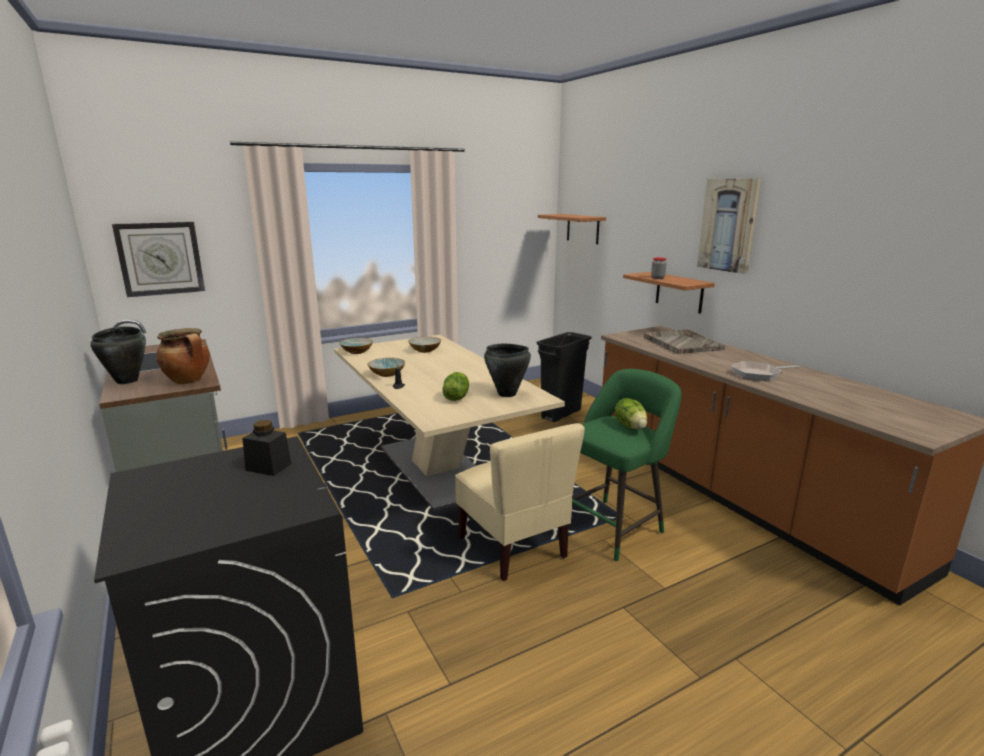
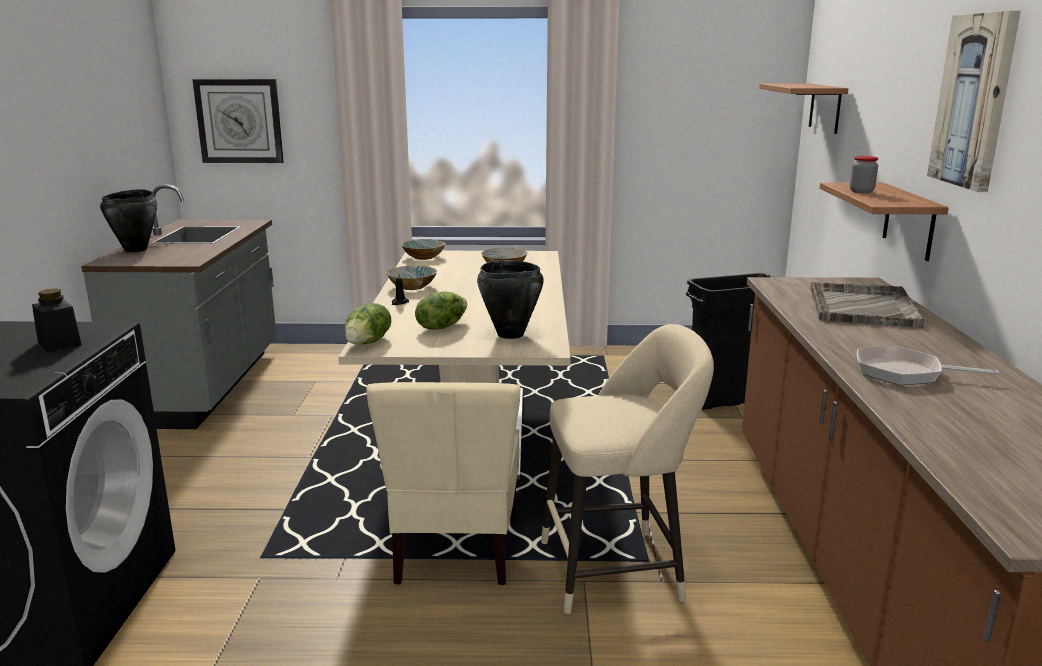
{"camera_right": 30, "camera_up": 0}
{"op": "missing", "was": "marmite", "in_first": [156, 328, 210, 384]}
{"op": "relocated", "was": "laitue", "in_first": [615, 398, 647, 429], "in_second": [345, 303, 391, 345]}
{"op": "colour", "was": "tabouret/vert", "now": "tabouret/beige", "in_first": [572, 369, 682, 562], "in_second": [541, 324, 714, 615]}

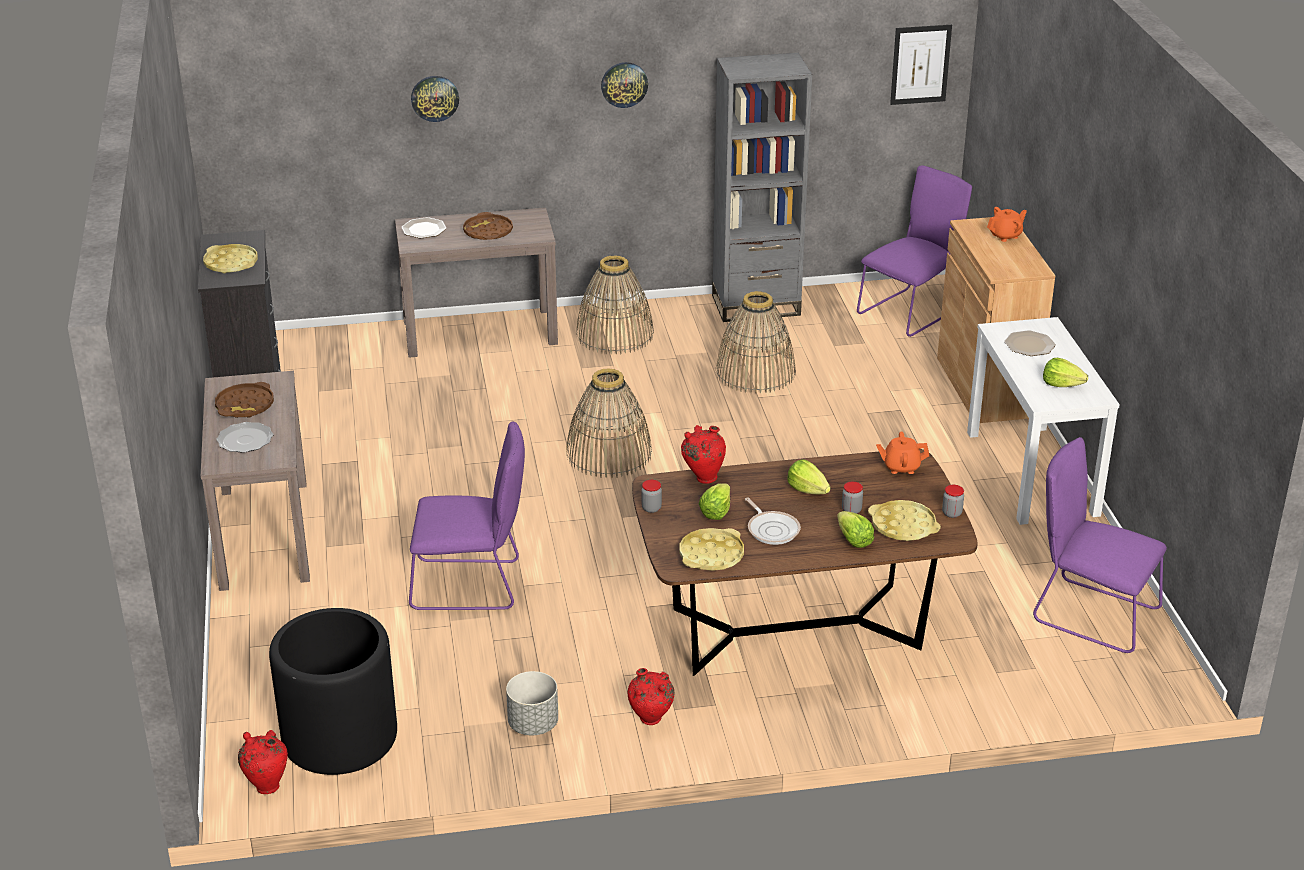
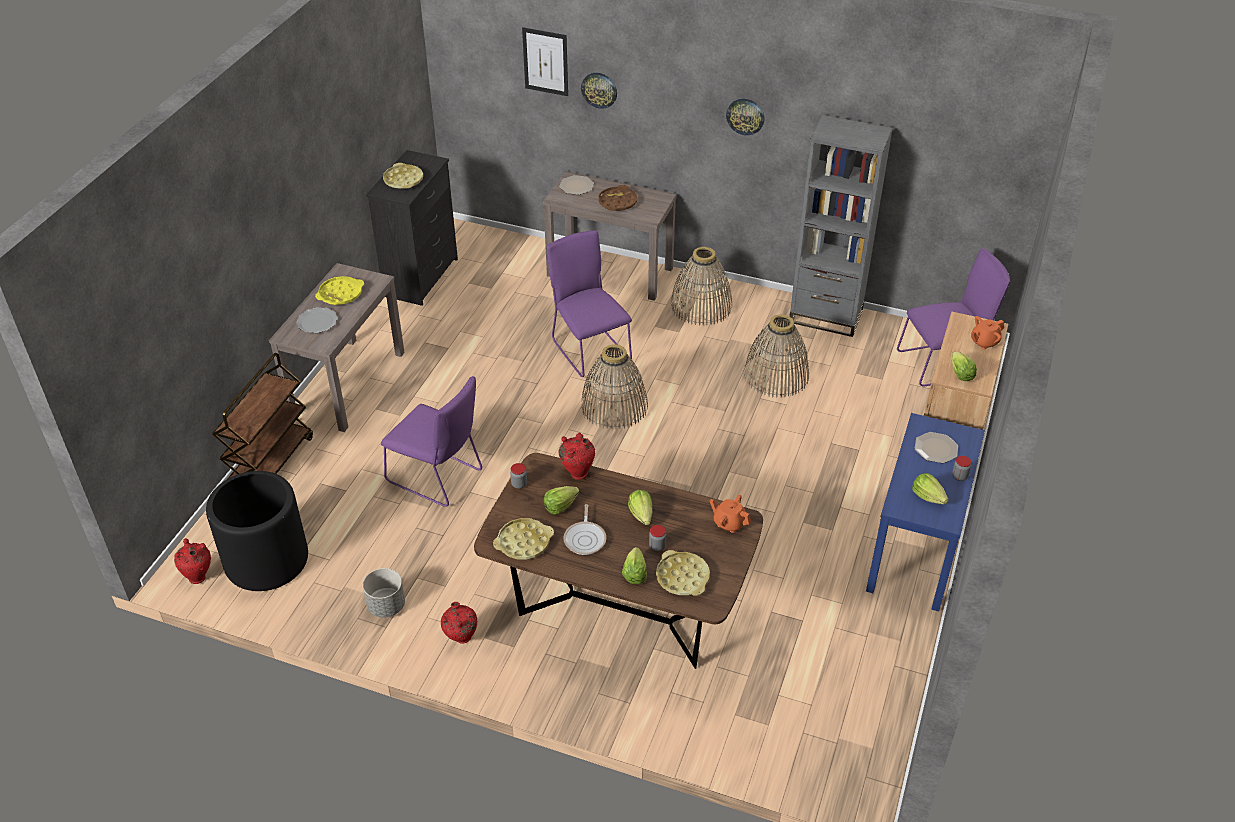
{"camera_right": 30, "camera_up": 10}
{"op": "appeared", "now": "chariot/marron", "in_second": [213, 353, 313, 479]}
{"op": "appeared", "now": "laitue", "in_second": [952, 351, 977, 381]}
{"op": "relocated", "was": "tableau", "in_first": [890, 25, 952, 105], "in_second": [522, 27, 568, 96]}
{"op": "relocated", "was": "bocal", "in_first": [942, 485, 964, 518], "in_second": [952, 456, 971, 481]}
{"op": "relocated", "was": "chaise/violet", "in_first": [1033, 437, 1167, 653], "in_second": [547, 230, 632, 377]}
{"op": "colour", "was": "plateau/marron", "now": "plateau/jaune", "in_first": [215, 382, 274, 418], "in_second": [315, 276, 364, 305]}
{"op": "colour", "was": "table console/blanc", "now": "table console/bleu", "in_first": [967, 317, 1120, 525], "in_second": [866, 413, 985, 612]}
{"op": "spun", "was": "théière/orange", "in_first": [987, 207, 1027, 242], "in_second": [971, 316, 1004, 349], "clockwise": 150}

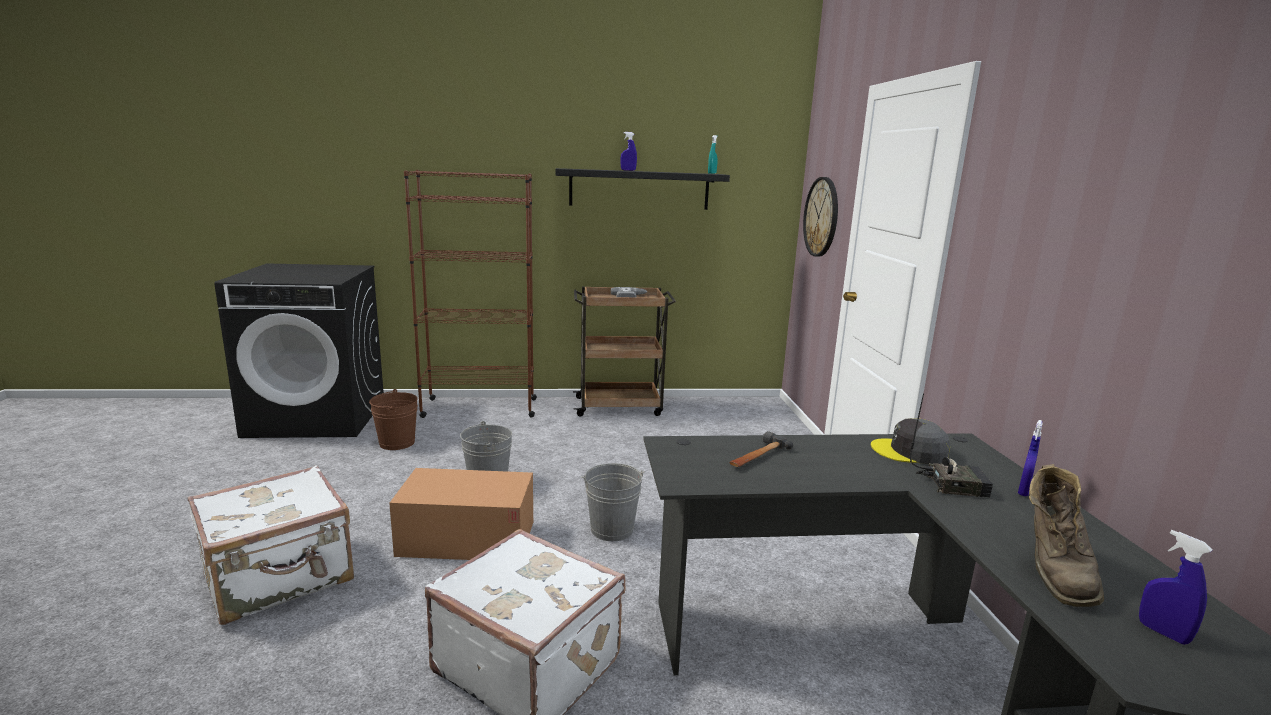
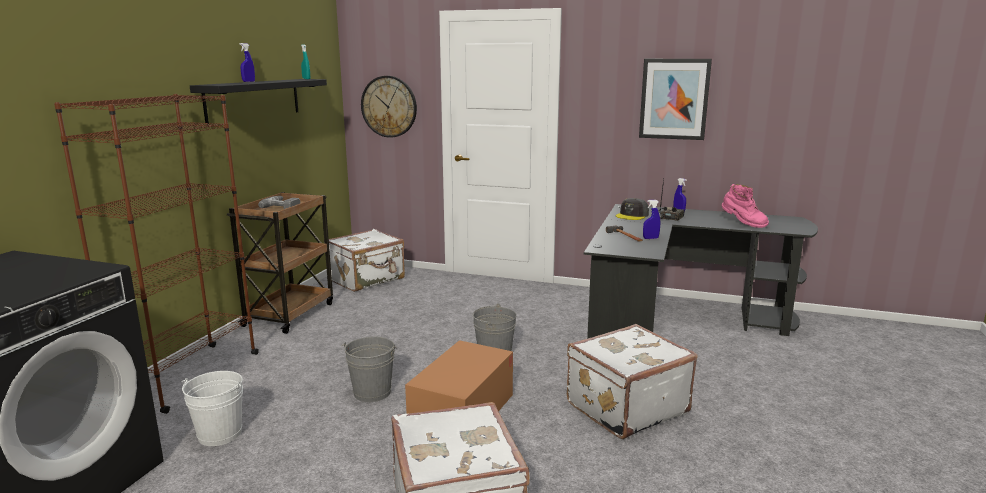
{"camera_right": -65, "camera_up": 0}
{"op": "appeared", "now": "valise/blanc", "in_second": [329, 229, 405, 292]}
{"op": "appeared", "now": "tableau", "in_second": [639, 59, 712, 140]}
{"op": "relocated", "was": "vaporisateur/bleu", "in_first": [1139, 530, 1212, 645], "in_second": [643, 200, 660, 239]}
{"op": "colour", "was": "seau/marron", "now": "seau/blanc", "in_first": [369, 389, 418, 450], "in_second": [182, 371, 243, 446]}
{"op": "colour", "was": "botte/marron", "now": "botte/rose", "in_first": [1029, 464, 1104, 607], "in_second": [722, 184, 769, 228]}

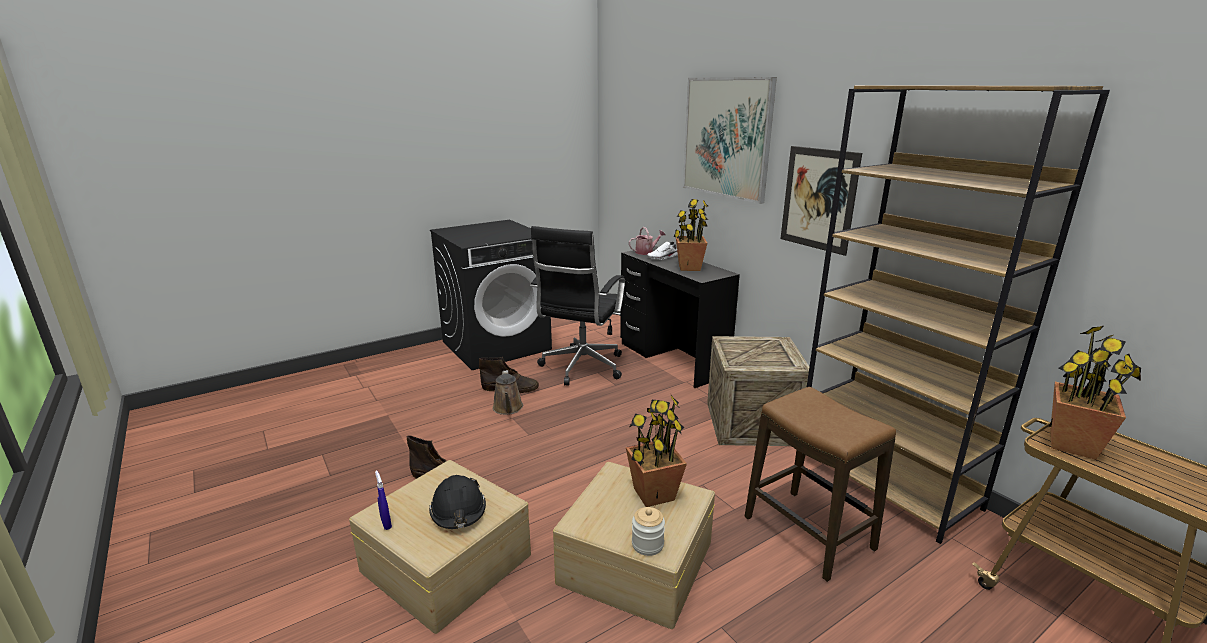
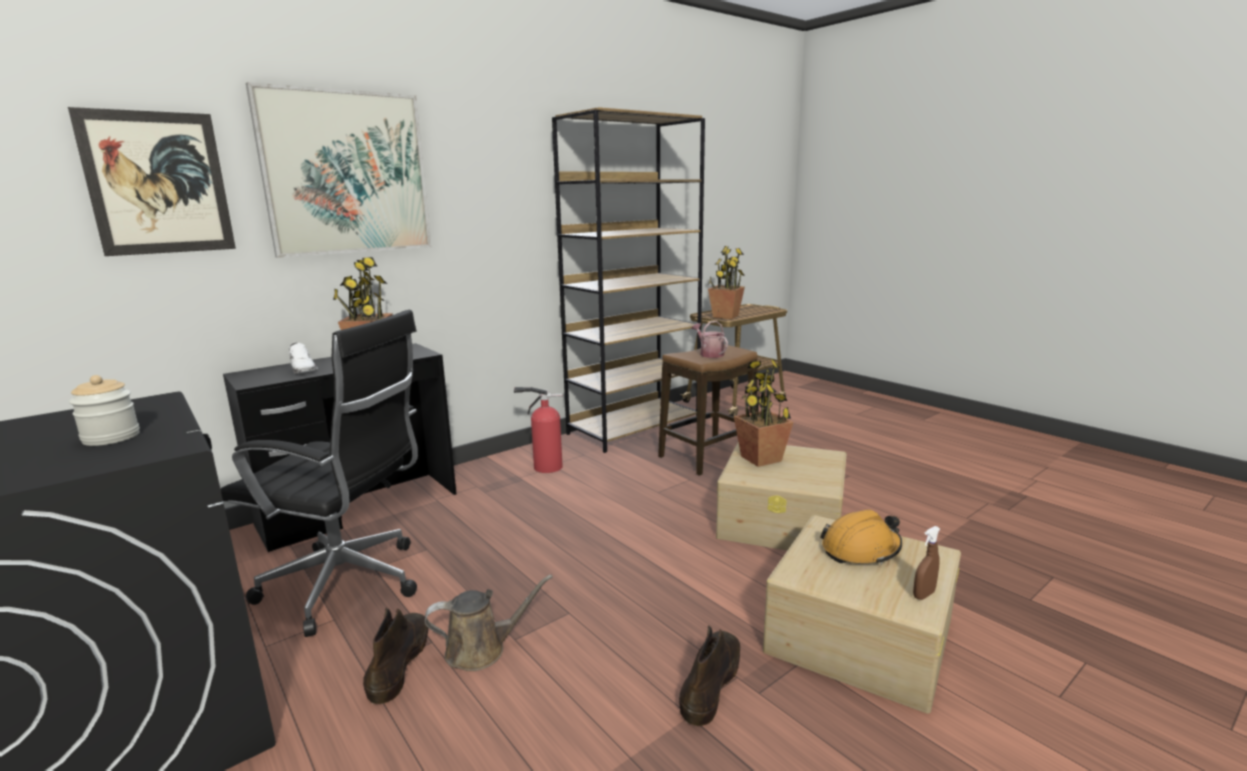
{"camera_right": -95, "camera_up": -5}
{"op": "relocated", "was": "arrosoir", "in_first": [629, 227, 666, 255], "in_second": [692, 321, 728, 358]}
{"op": "relocated", "was": "bocal", "in_first": [632, 507, 665, 556], "in_second": [69, 375, 140, 446]}
{"op": "relocated", "was": "tableau", "in_first": [781, 146, 862, 256], "in_second": [68, 107, 236, 256]}
{"op": "exchanged", "was": "caisse", "now": "extincteur", "in_first": [707, 336, 809, 446], "in_second": [514, 387, 563, 473]}
{"op": "colour", "was": "vaporisateur/bleu", "now": "vaporisateur/marron", "in_first": [375, 471, 392, 530], "in_second": [913, 526, 940, 600]}
{"op": "colour", "was": "casque de chantier/noir", "now": "casque de chantier/orange", "in_first": [429, 475, 486, 529], "in_second": [820, 509, 902, 565]}

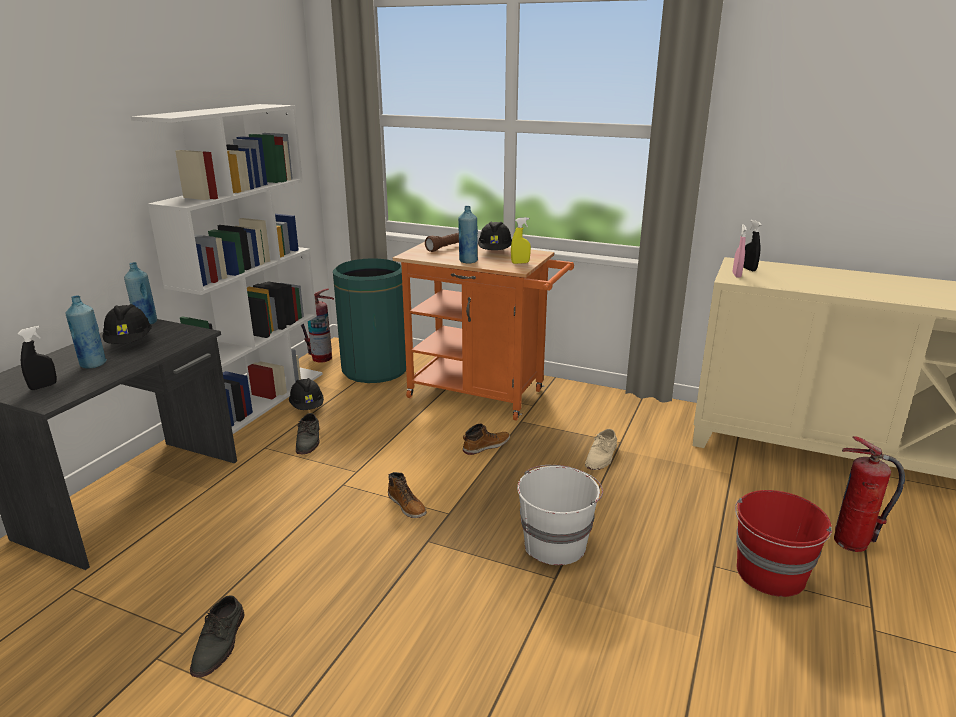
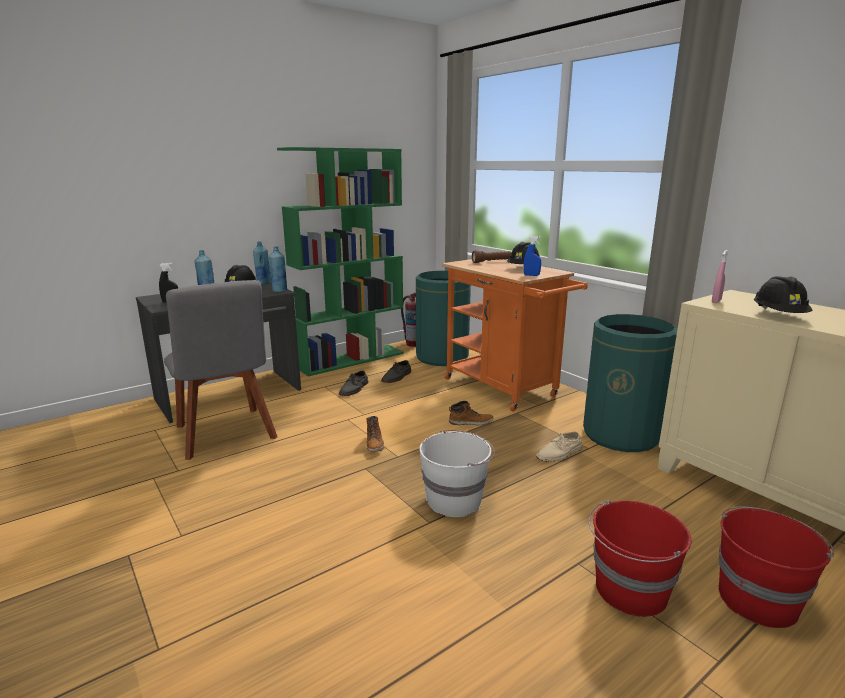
{"camera_right": 30, "camera_up": -5}
{"op": "missing", "was": "vaporisateur/noir", "in_first": [743, 220, 762, 271]}
{"op": "appeared", "now": "chaise/gris", "in_second": [164, 280, 277, 460]}
{"op": "appeared", "now": "poubelle/vert", "in_second": [583, 314, 677, 452]}
{"op": "relocated", "was": "chaussure/gris", "in_first": [190, 595, 245, 677], "in_second": [381, 360, 411, 383]}
{"op": "relocated", "was": "casque de chantier/noir", "in_first": [289, 378, 324, 410], "in_second": [754, 276, 812, 313]}
{"op": "relocated", "was": "bouteille/bleu", "in_first": [458, 206, 478, 264], "in_second": [269, 247, 287, 293]}
{"op": "exchanged", "was": "extincteur", "now": "seau/rouge", "in_first": [834, 436, 905, 552], "in_second": [718, 507, 834, 628]}
{"op": "colour", "was": "bibliothèque/blanc", "now": "bibliothèque/vert", "in_first": [131, 104, 323, 434], "in_second": [277, 147, 404, 376]}
{"op": "colour", "was": "vaporisateur/jaune", "now": "vaporisateur/bleu", "in_first": [511, 217, 531, 264], "in_second": [523, 236, 541, 276]}

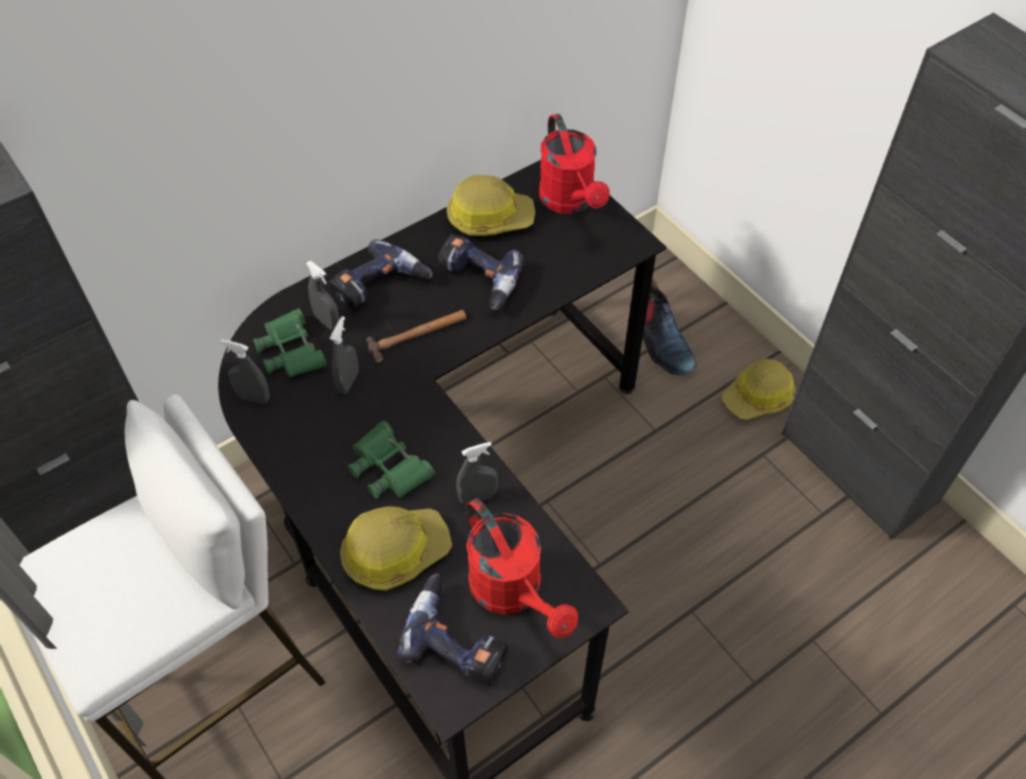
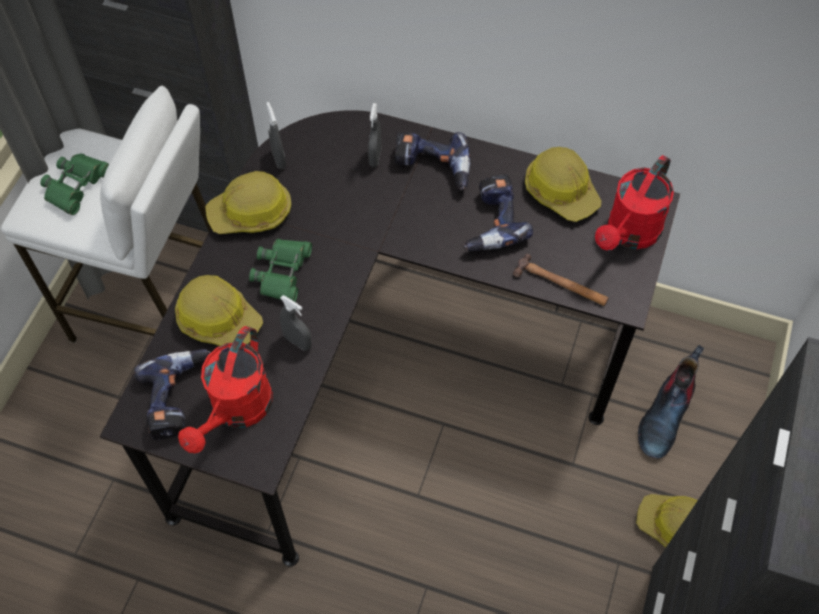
{"camera_right": 55, "camera_up": 5}
{"op": "missing", "was": "vaporisateur/gris", "in_first": [330, 316, 359, 394]}
{"op": "appeared", "now": "casque de chantier", "in_second": [205, 171, 292, 234]}
{"op": "relocated", "was": "jumelles/vert", "in_first": [253, 308, 327, 378], "in_second": [40, 154, 109, 215]}
{"op": "relocated", "was": "marteau", "in_first": [366, 310, 467, 363], "in_second": [513, 254, 609, 306]}

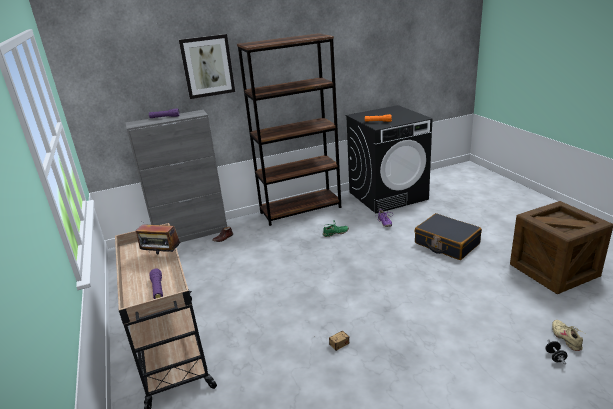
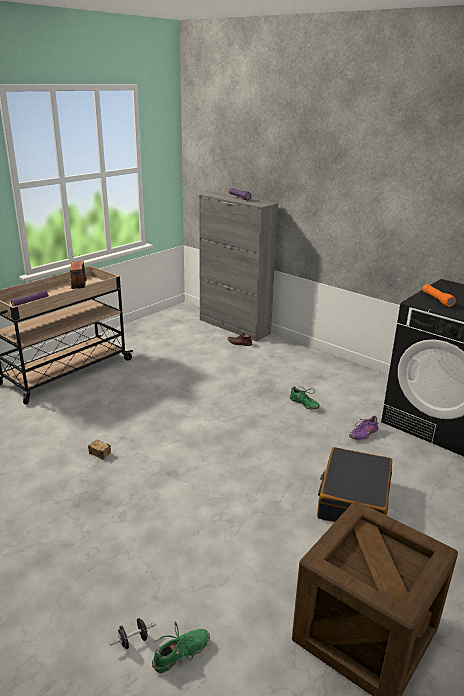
{"camera_right": 60, "camera_up": 0}
{"op": "missing", "was": "tableau", "in_first": [179, 34, 235, 99]}
{"op": "missing", "was": "bibliothèque/marron", "in_first": [237, 33, 341, 226]}
{"op": "colour", "was": "chaussure/beige", "now": "chaussure/vert", "in_first": [552, 320, 584, 351], "in_second": [152, 622, 210, 673]}

